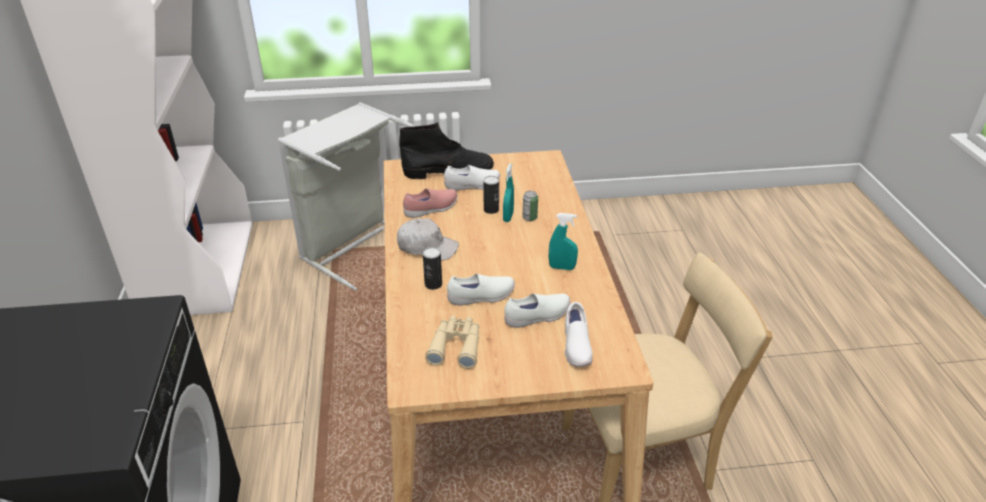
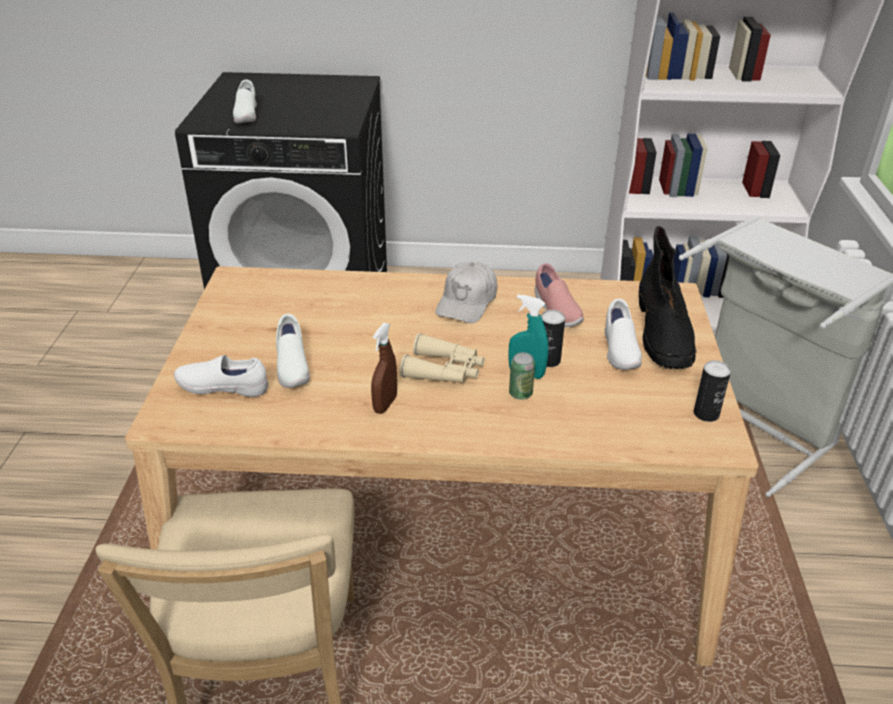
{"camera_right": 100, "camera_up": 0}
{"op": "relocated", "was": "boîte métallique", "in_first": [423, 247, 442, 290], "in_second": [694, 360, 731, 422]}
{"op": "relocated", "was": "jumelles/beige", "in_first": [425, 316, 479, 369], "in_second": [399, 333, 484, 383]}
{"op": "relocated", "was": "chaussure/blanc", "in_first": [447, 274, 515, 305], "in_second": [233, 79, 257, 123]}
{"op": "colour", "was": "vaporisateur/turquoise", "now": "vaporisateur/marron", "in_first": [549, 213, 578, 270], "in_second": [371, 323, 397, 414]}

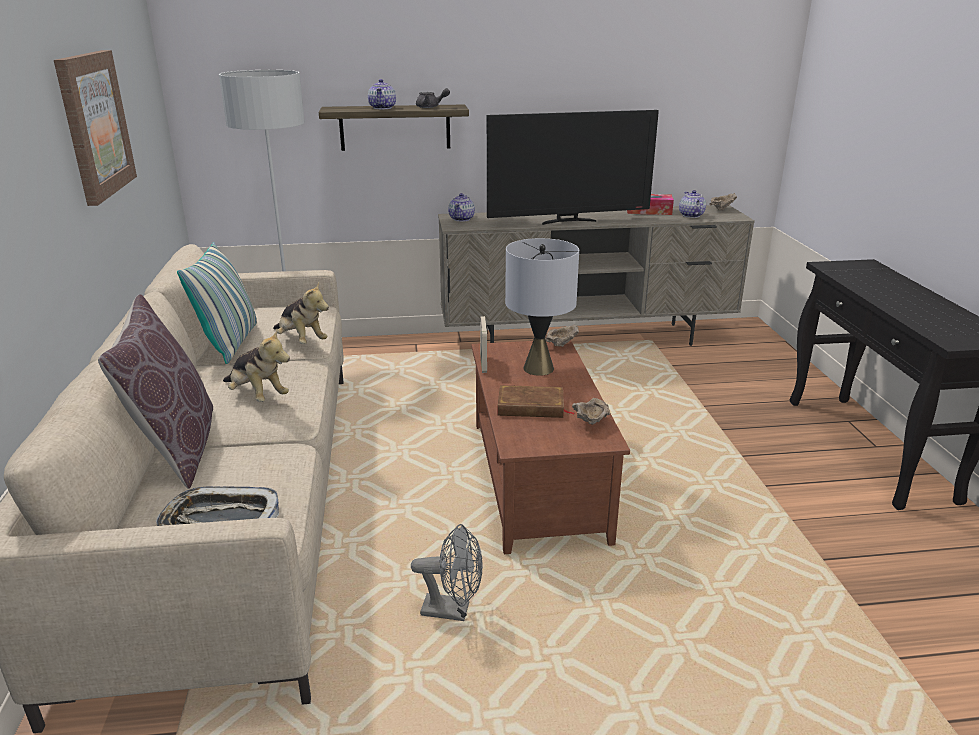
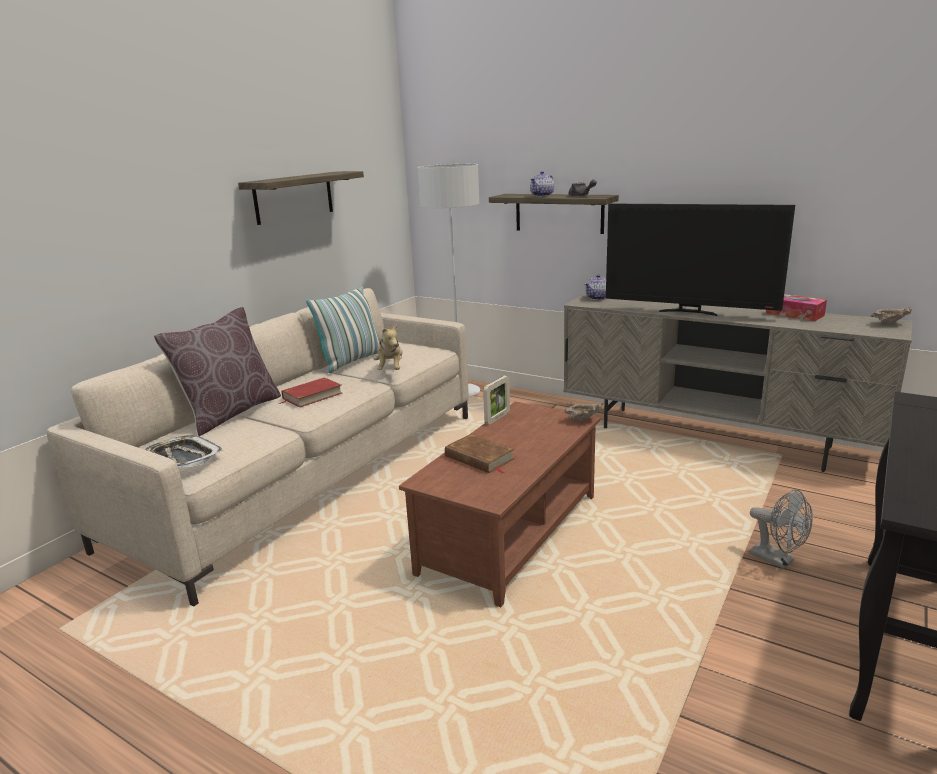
{"camera_right": 40, "camera_up": -5}
{"op": "missing", "was": "lampe de table/gris", "in_first": [505, 238, 579, 376]}
{"op": "missing", "was": "bol/beige", "in_first": [572, 398, 610, 425]}
{"op": "missing", "was": "théière", "in_first": [679, 190, 706, 218]}
{"op": "relocated", "was": "ventilateur/gris", "in_first": [411, 524, 483, 621], "in_second": [750, 489, 813, 569]}
{"op": "exchanged", "was": "tableau", "now": "étagère", "in_first": [54, 50, 137, 206], "in_second": [238, 171, 364, 225]}
{"op": "exchanged", "was": "peluche", "now": "livre/rouge", "in_first": [223, 330, 290, 402], "in_second": [279, 377, 342, 407]}

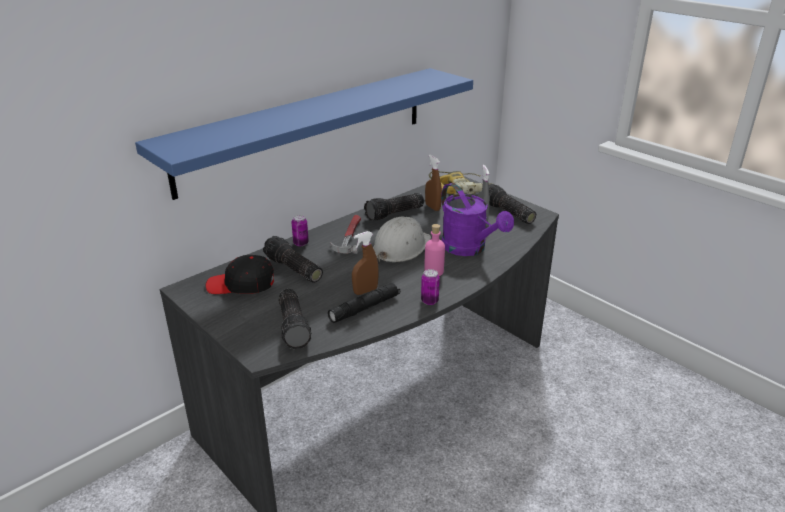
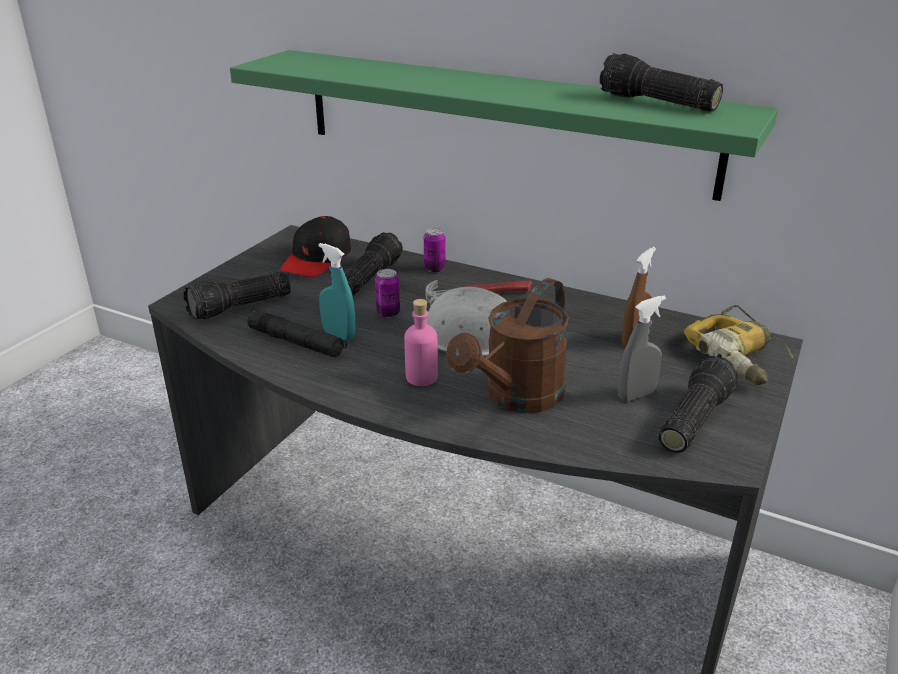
{"camera_right": 70, "camera_up": 0}
{"op": "relocated", "was": "lampe de poche", "in_first": [364, 193, 424, 221], "in_second": [600, 53, 723, 112]}
{"op": "relocated", "was": "boîte métallique", "in_first": [421, 269, 440, 305], "in_second": [375, 269, 400, 318]}
{"op": "colour", "was": "étagère/bleu", "now": "étagère/vert", "in_first": [135, 68, 473, 200], "in_second": [230, 50, 778, 201]}
{"op": "colour", "was": "vaporisateur/marron", "now": "vaporisateur/turquoise", "in_first": [352, 231, 379, 295], "in_second": [319, 243, 355, 341]}
{"op": "colour", "was": "arrosoir/violet", "now": "arrosoir/marron", "in_first": [441, 183, 514, 256], "in_second": [446, 278, 569, 413]}
{"op": "spun", "was": "casquette/noir", "in_first": [206, 255, 274, 294], "in_second": [280, 216, 351, 277], "clockwise": -135}

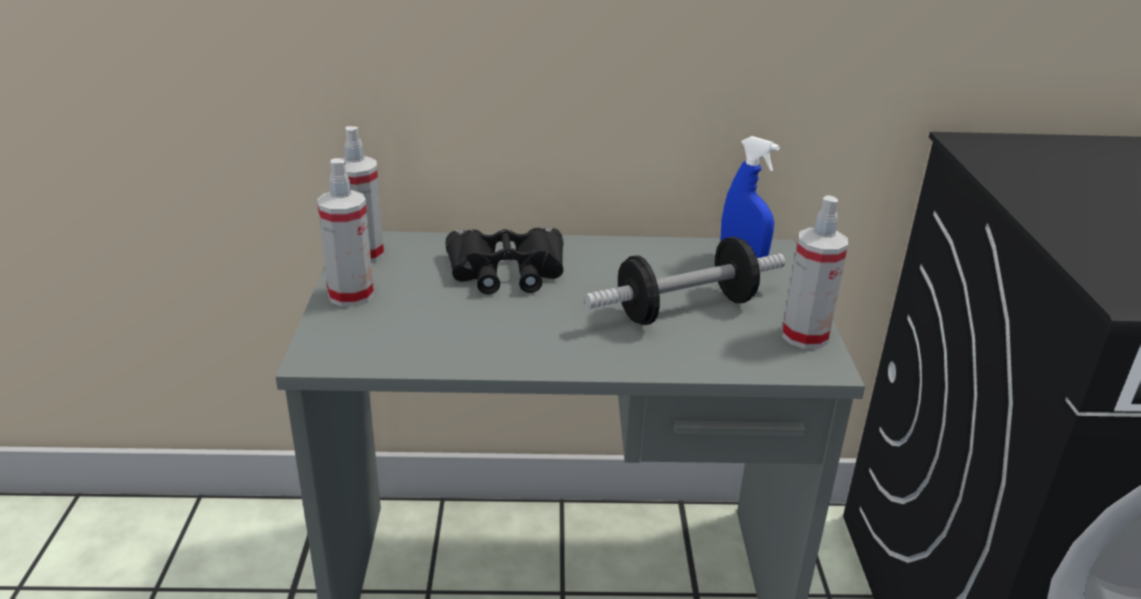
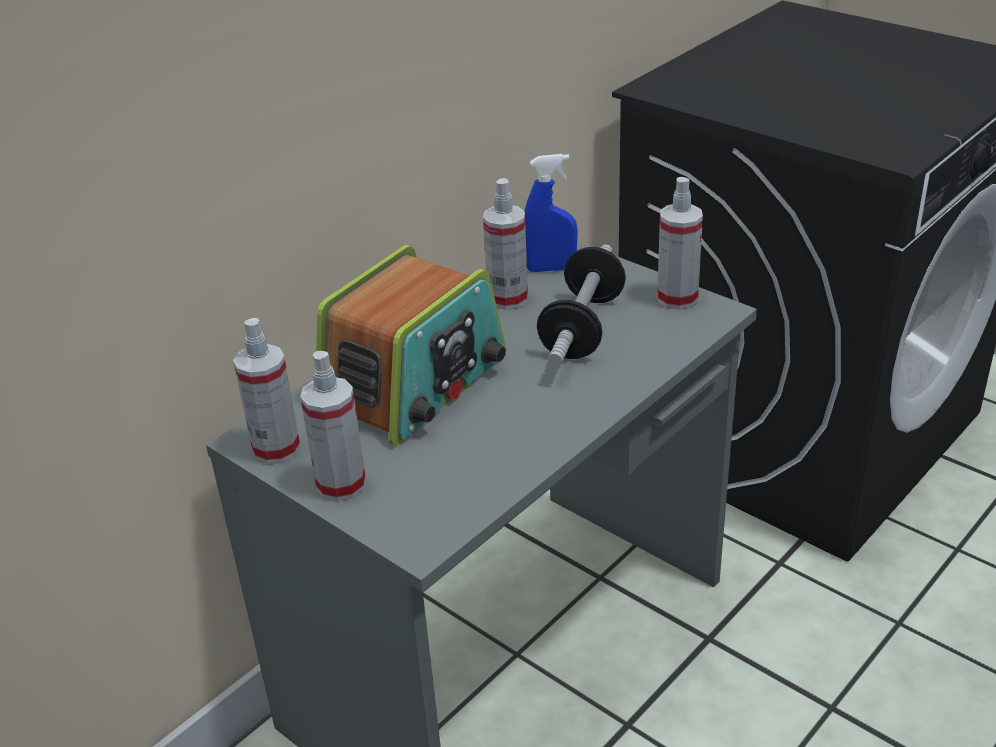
{"camera_right": -45, "camera_up": 5}
{"op": "appeared", "now": "vaporisateur", "in_second": [483, 178, 528, 310]}
{"op": "exchanged", "was": "jumelles/noir", "now": "radio", "in_first": [446, 227, 564, 294], "in_second": [316, 245, 506, 446]}

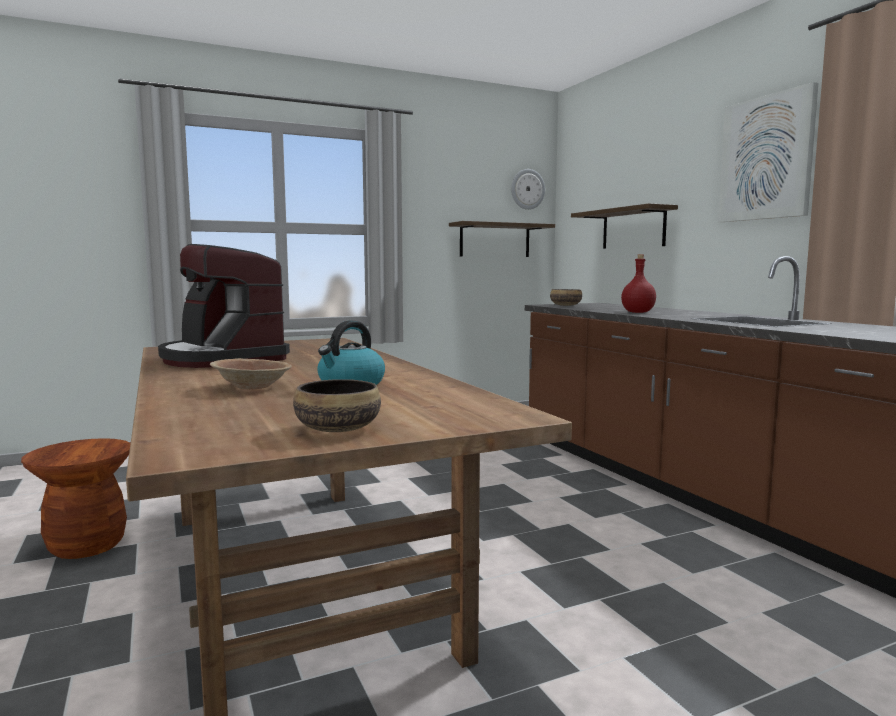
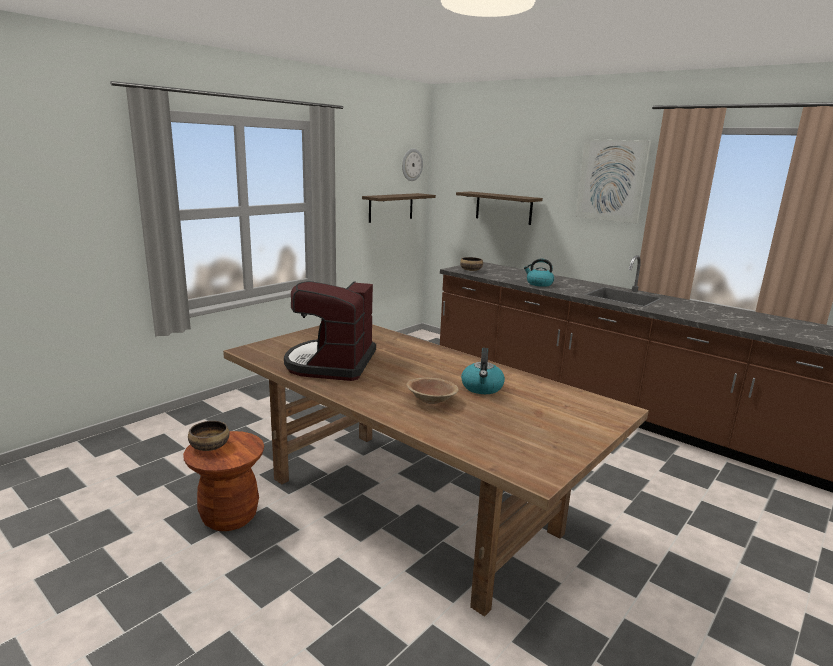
{"camera_right": -25, "camera_up": 10}
{"op": "relocated", "was": "bol", "in_first": [293, 379, 381, 432], "in_second": [188, 421, 229, 451]}
{"op": "exchanged", "was": "bouteille/rouge", "now": "bouilloire", "in_first": [621, 254, 656, 313], "in_second": [524, 259, 554, 287]}
{"op": "spun", "was": "machine à café", "in_first": [158, 244, 290, 368], "in_second": [284, 281, 376, 381], "clockwise": 75}

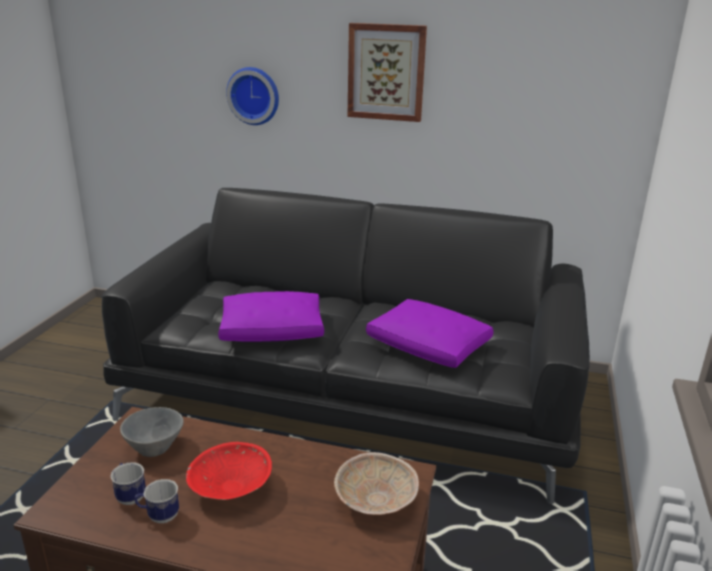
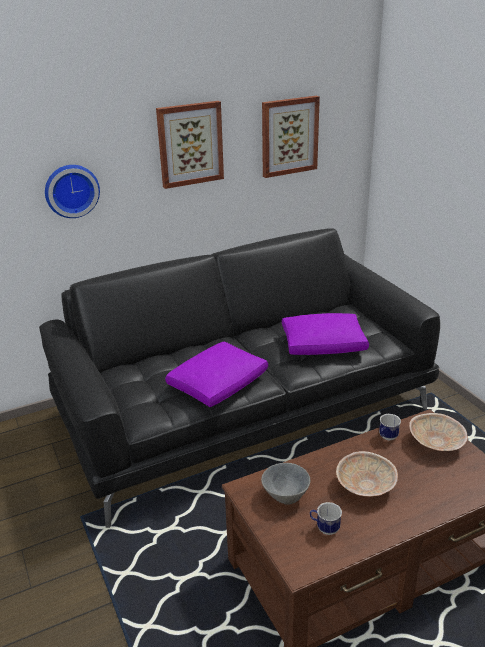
{"camera_right": -40, "camera_up": 5}
{"op": "appeared", "now": "tableau", "in_second": [262, 96, 320, 178]}
{"op": "relocated", "was": "mug", "in_first": [135, 479, 179, 523], "in_second": [379, 414, 401, 440]}
{"op": "colour", "was": "bol/rouge", "now": "bol/beige", "in_first": [186, 442, 272, 500], "in_second": [336, 451, 398, 497]}

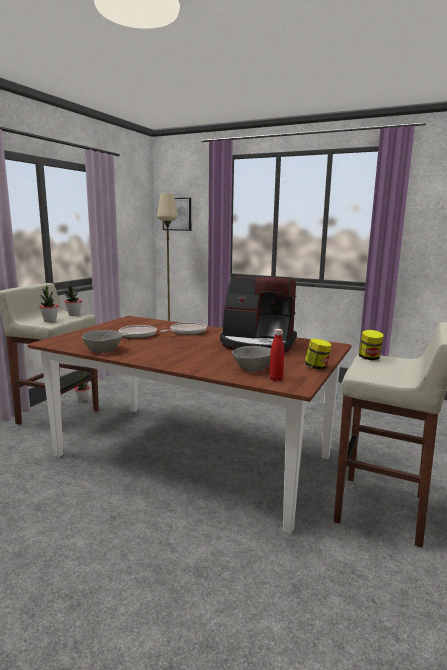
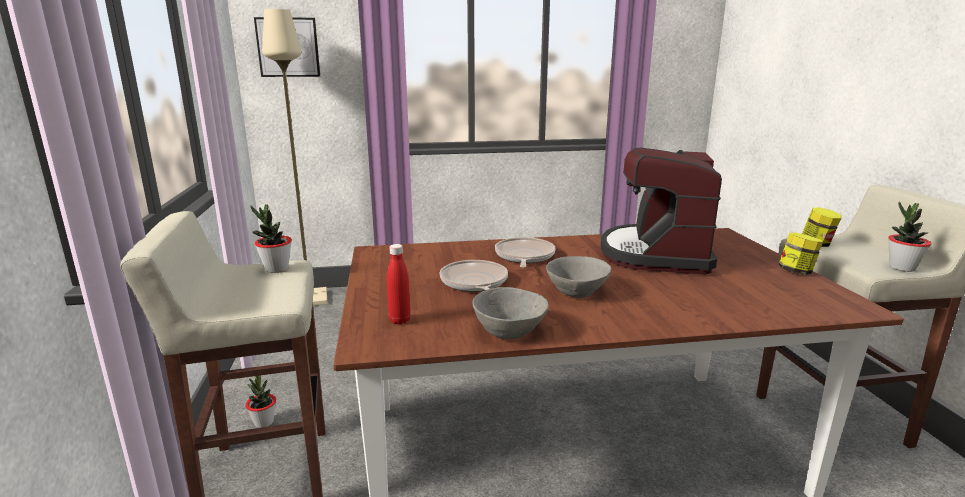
{"camera_right": -35, "camera_up": 5}
{"op": "relocated", "was": "plante en pot", "in_first": [39, 286, 58, 322], "in_second": [888, 201, 931, 272]}
{"op": "relocated", "was": "bol/gris", "in_first": [232, 346, 271, 371], "in_second": [546, 256, 611, 298]}
{"op": "relocated", "was": "bouteille/rouge", "in_first": [269, 329, 284, 381], "in_second": [387, 244, 411, 325]}
{"op": "spun", "was": "machine à café", "in_first": [220, 276, 297, 353], "in_second": [601, 148, 722, 275], "clockwise": 120}

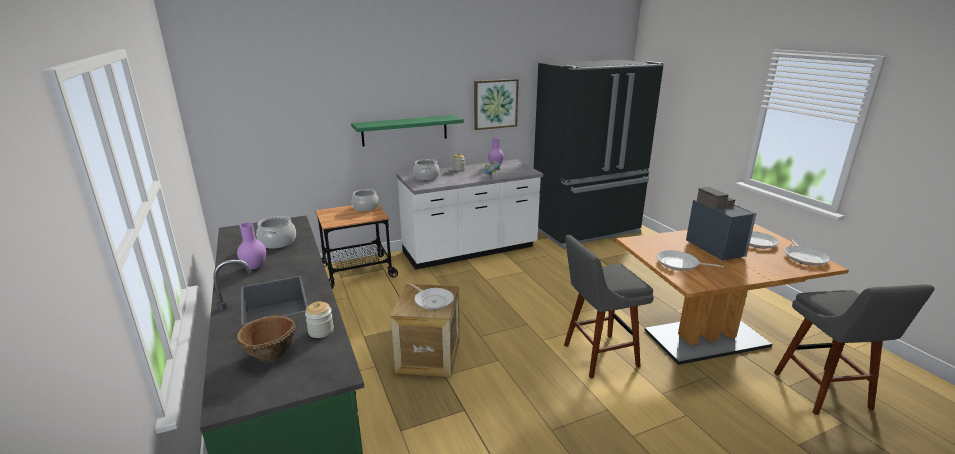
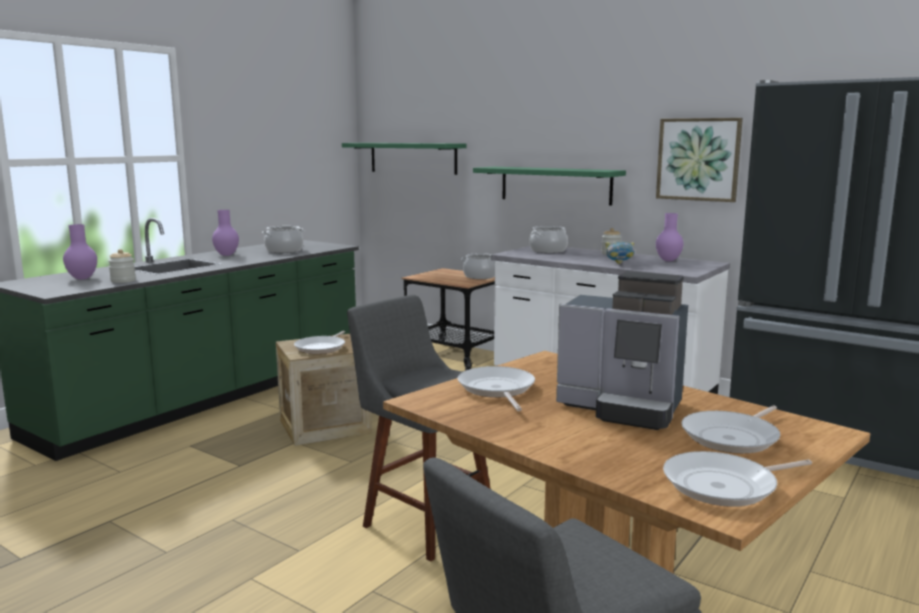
{"camera_right": 60, "camera_up": -10}
{"op": "appeared", "now": "étagère/vert", "in_second": [342, 143, 467, 175]}
{"op": "exchanged", "was": "bol/marron", "now": "vase/violet", "in_first": [237, 316, 296, 362], "in_second": [63, 224, 97, 280]}
{"op": "spun", "was": "machine à café", "in_first": [686, 187, 757, 260], "in_second": [556, 271, 688, 430], "clockwise": 75}

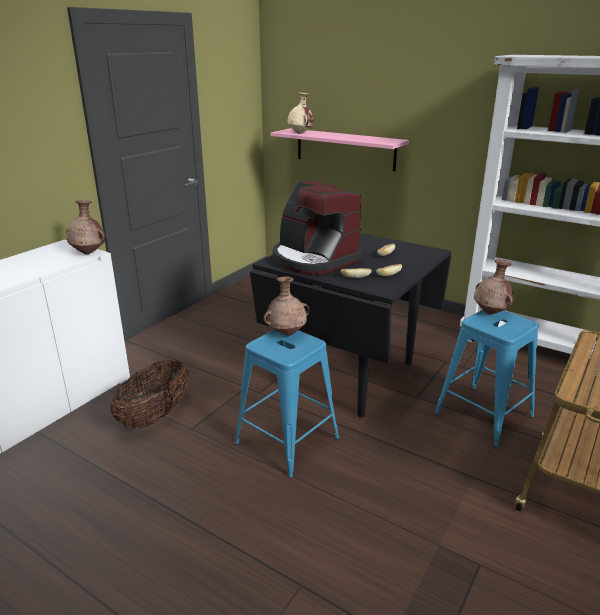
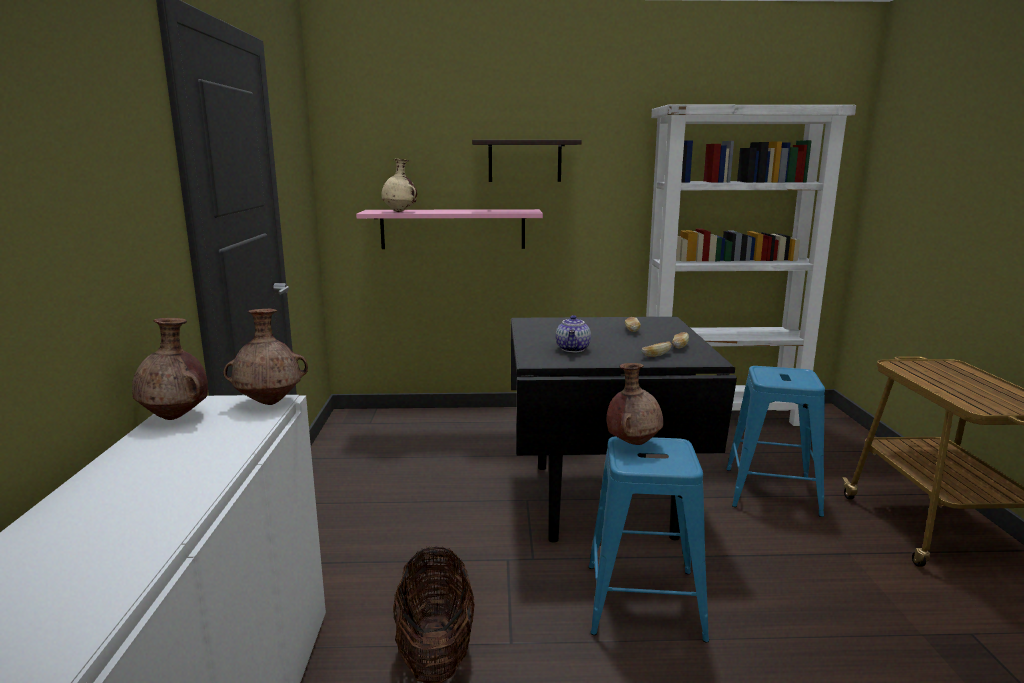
{"camera_right": -35, "camera_up": -10}
{"op": "appeared", "now": "étagère", "in_second": [472, 140, 582, 182]}
{"op": "relocated", "was": "vase/marron", "in_first": [474, 260, 513, 314], "in_second": [132, 318, 208, 420]}
{"op": "exchanged", "was": "machine à café", "now": "théière", "in_first": [273, 180, 362, 275], "in_second": [555, 315, 591, 352]}

